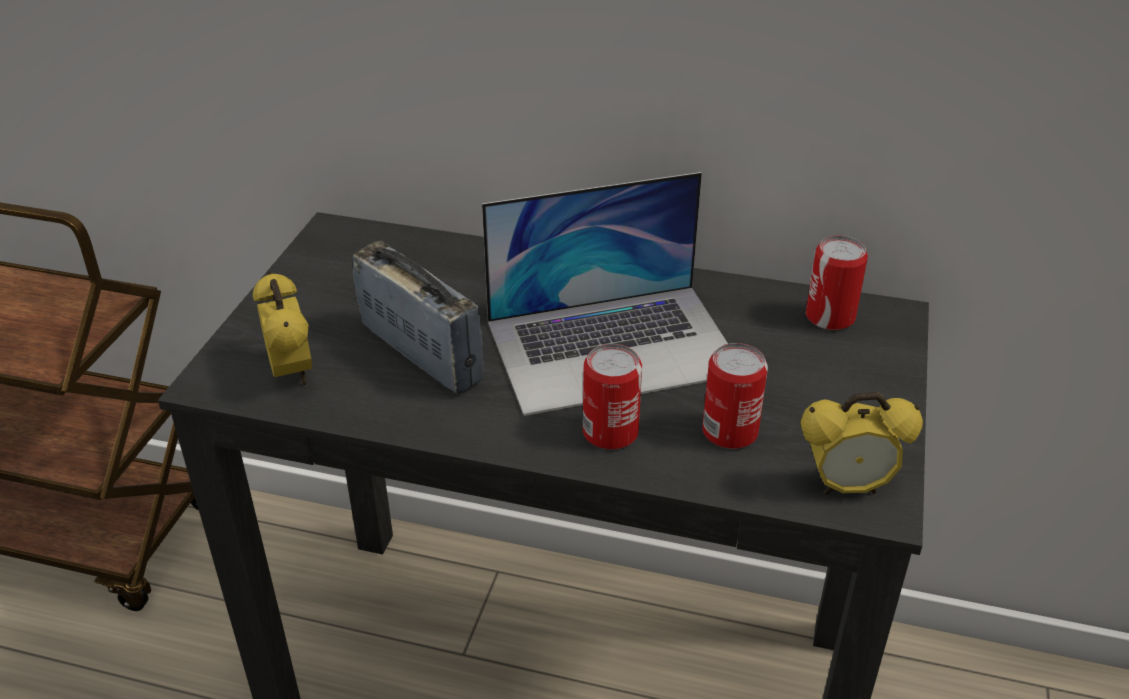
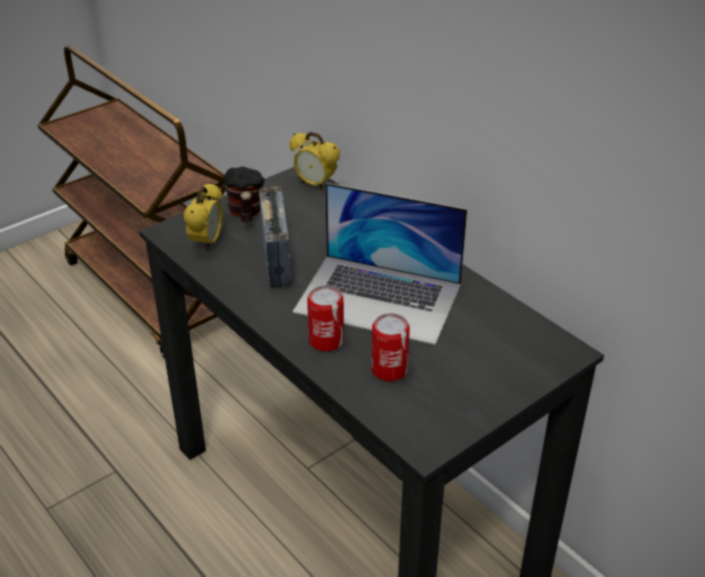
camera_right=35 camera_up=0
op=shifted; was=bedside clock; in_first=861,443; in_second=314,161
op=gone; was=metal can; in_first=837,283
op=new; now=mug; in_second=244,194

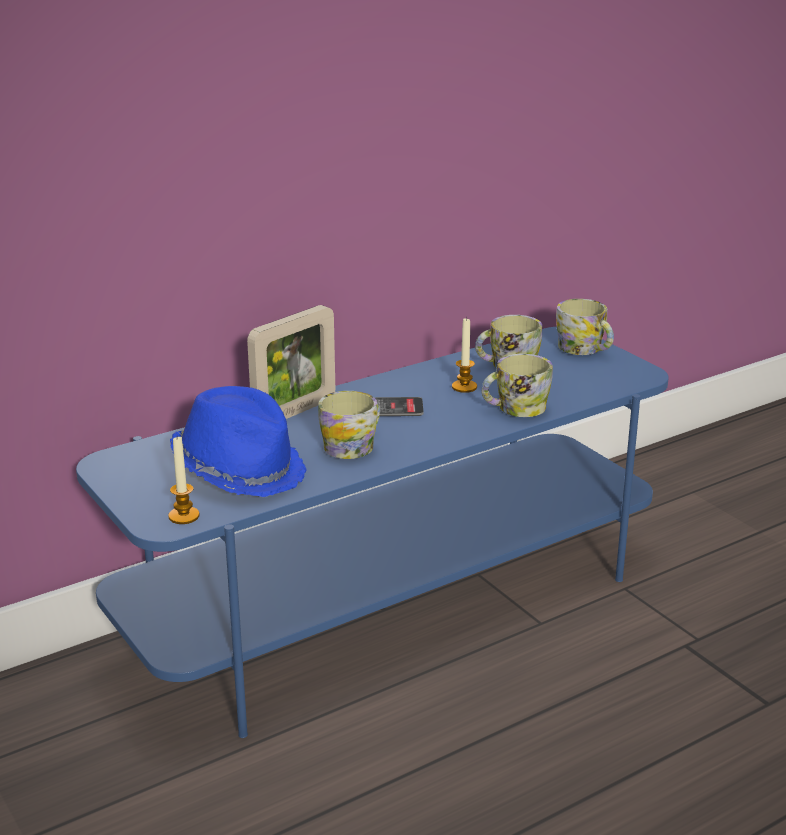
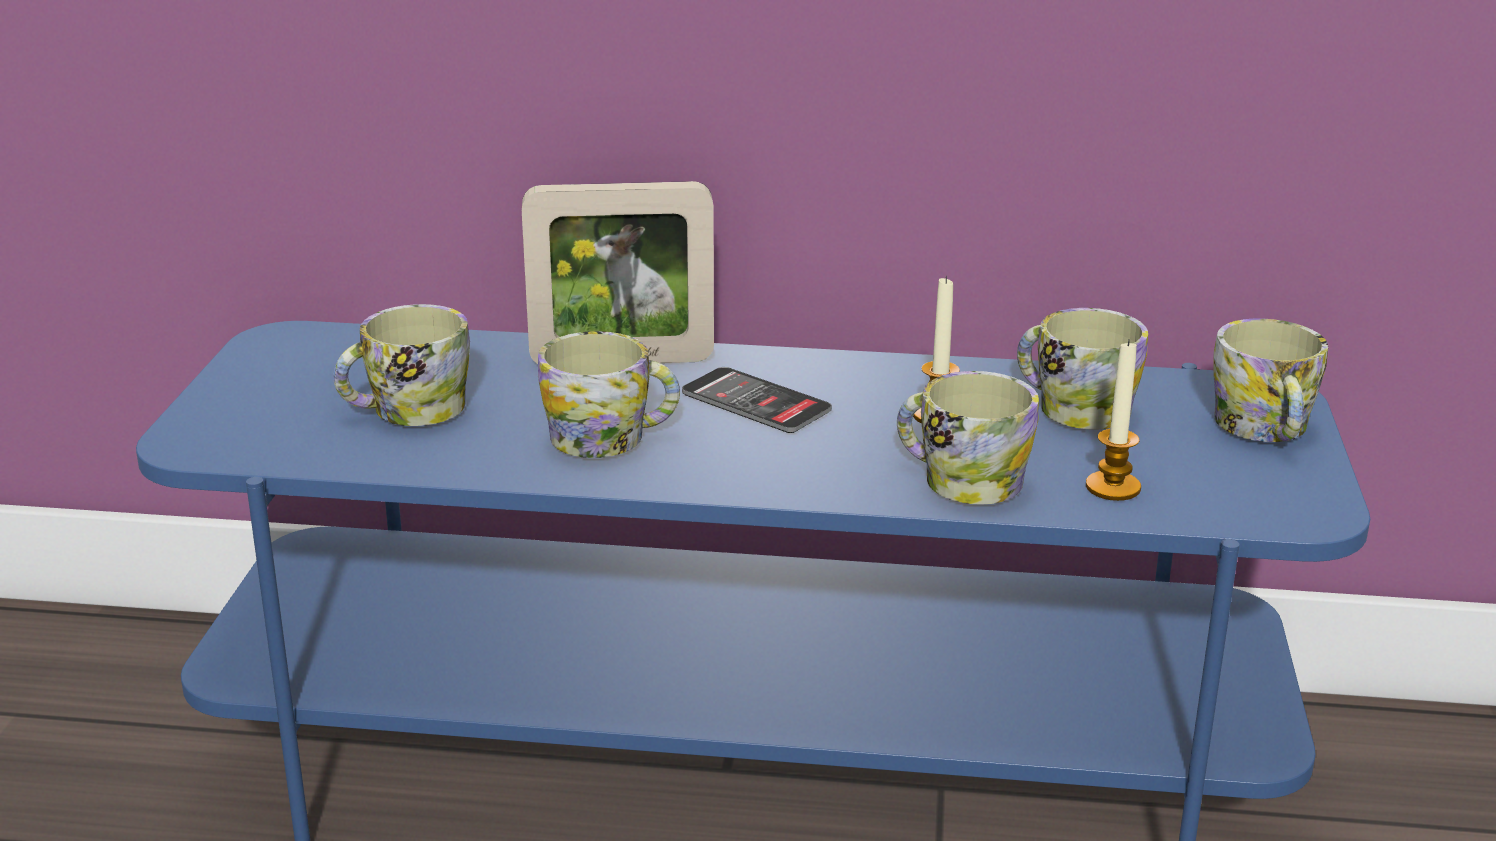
camera_right=40 camera_up=0
op=shifted; was=wax candle; in_first=184,480; in_second=1113,420
op=swapped; was=clothing hat (blue); now=mug; in_first=238,441; in_second=401,365

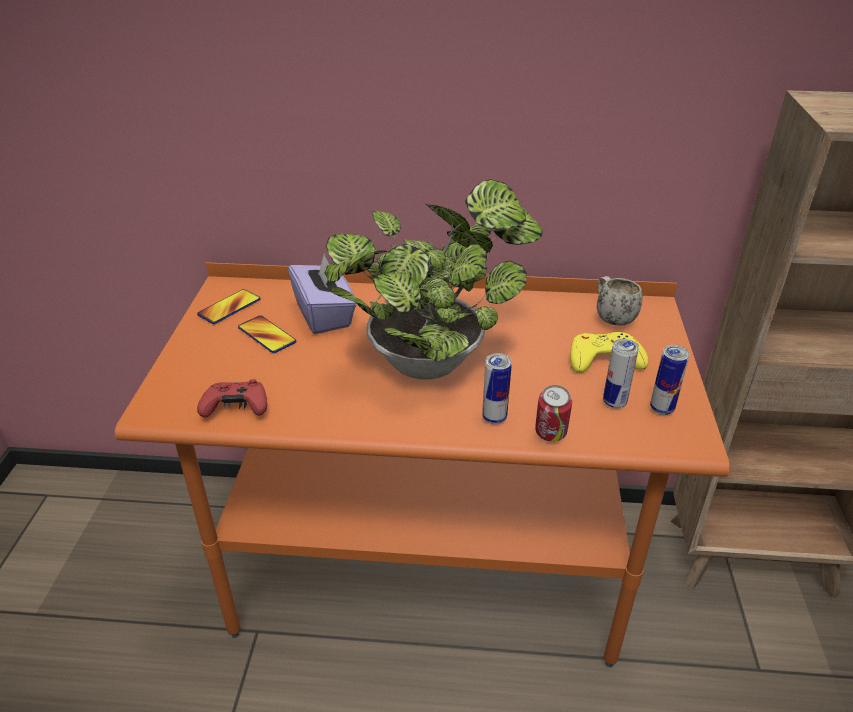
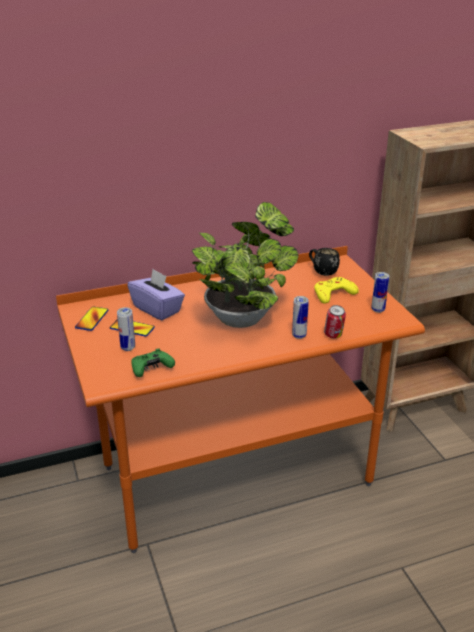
camera_right=-25 camera_up=-5
op=repainted; was=joypad (red-coloured); now=joypad (green); in_first=232,398; in_second=153,362
op=repainted; was=mug (whitish); now=mug (blackish); in_first=620,301; in_second=324,262
op=shifted; was=metal can; in_first=621,373; in_second=126,329

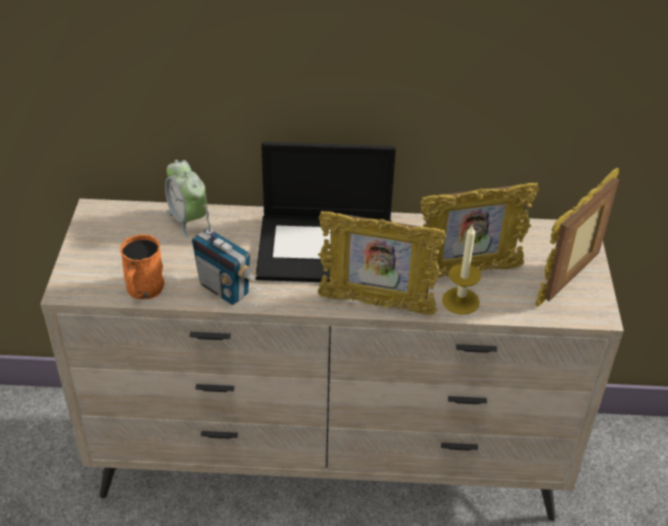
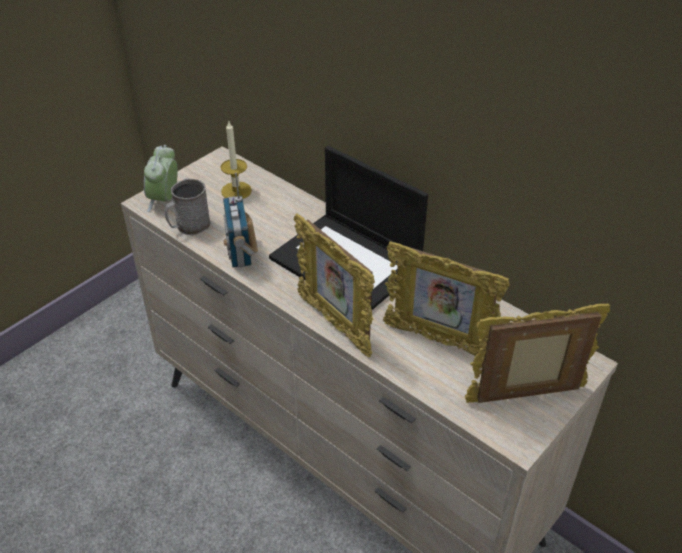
camera_right=40 camera_up=0
op=repainted; was=mug (orange); now=mug (gray); in_first=142,267; in_second=187,206
op=shifted; was=bedside clock; in_first=186,199; in_second=161,178
op=shifted; was=wax candle; in_first=461,269; in_second=236,160

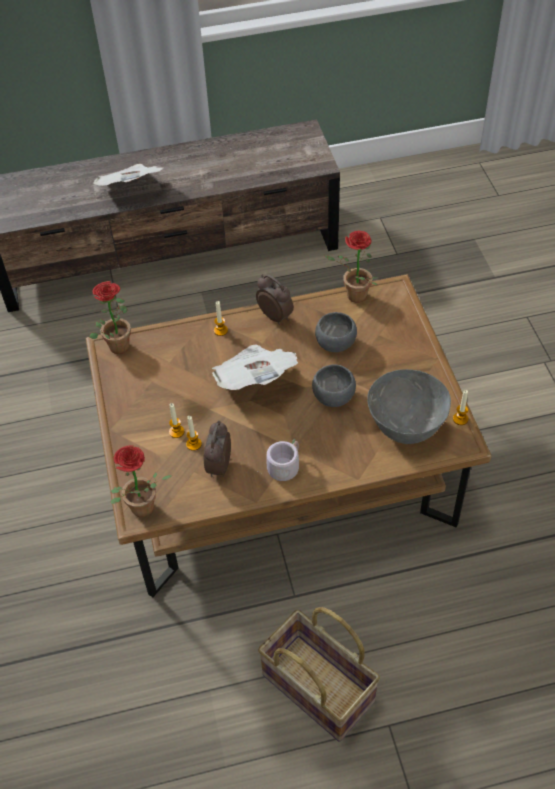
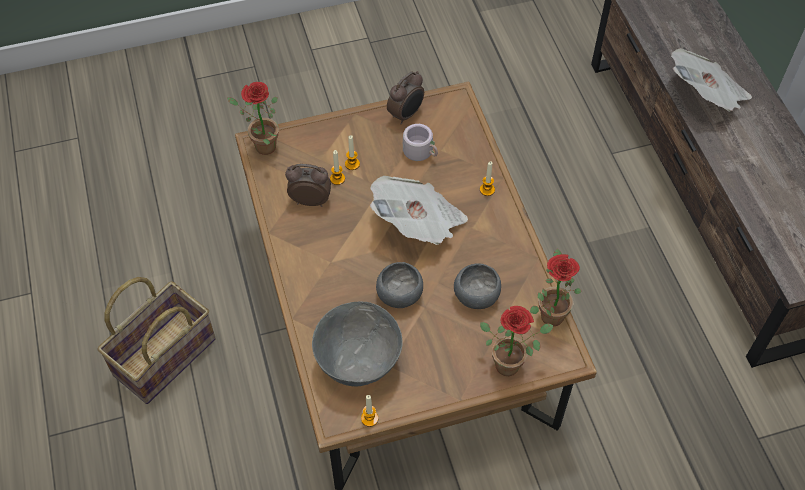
camera_right=85 camera_up=5
op=shifted; was=houseplant; in_first=110,317; in_second=517,341
op=shifted; was=bedside clock; in_first=275,300; in_second=405,97
op=shifted; was=mug (gray); in_first=280,459; in_second=420,142

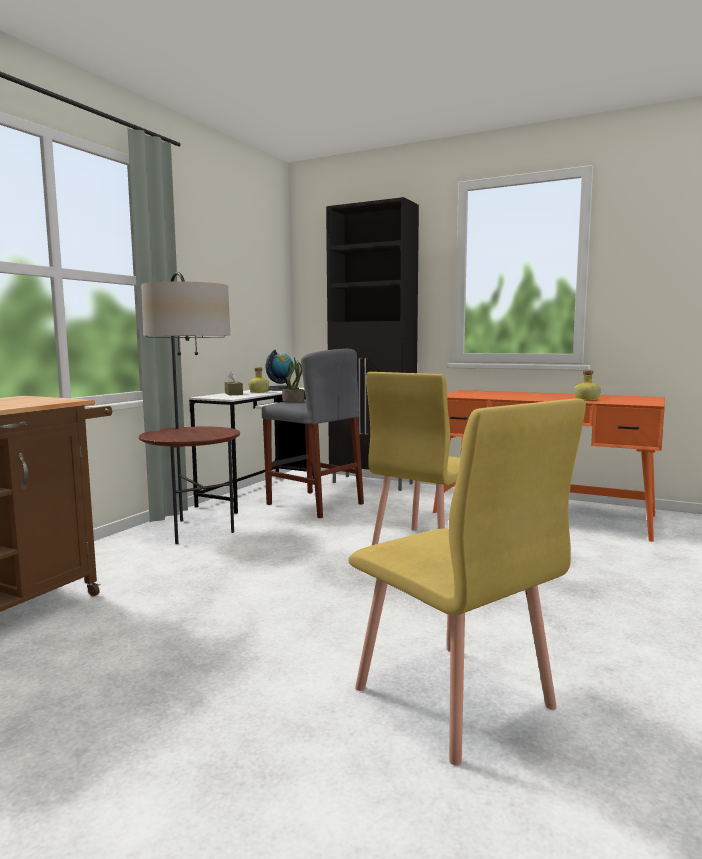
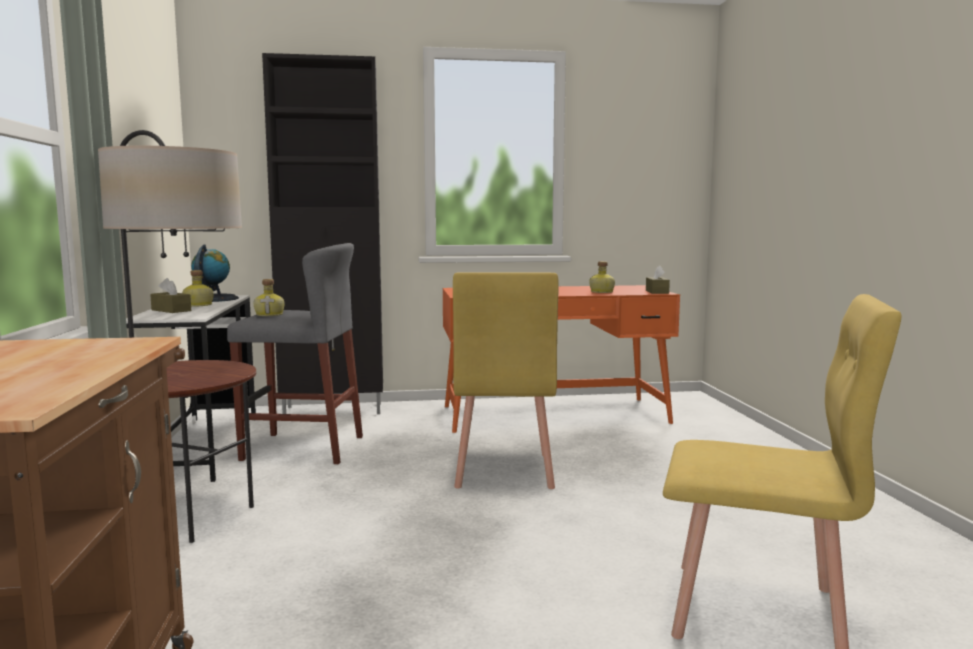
camera_right=-35 camera_up=0
op=swapped; was=houseplant; now=bottle; in_first=293,380; in_second=269,297
op=new; now=tissue box (brownish); in_second=658,279

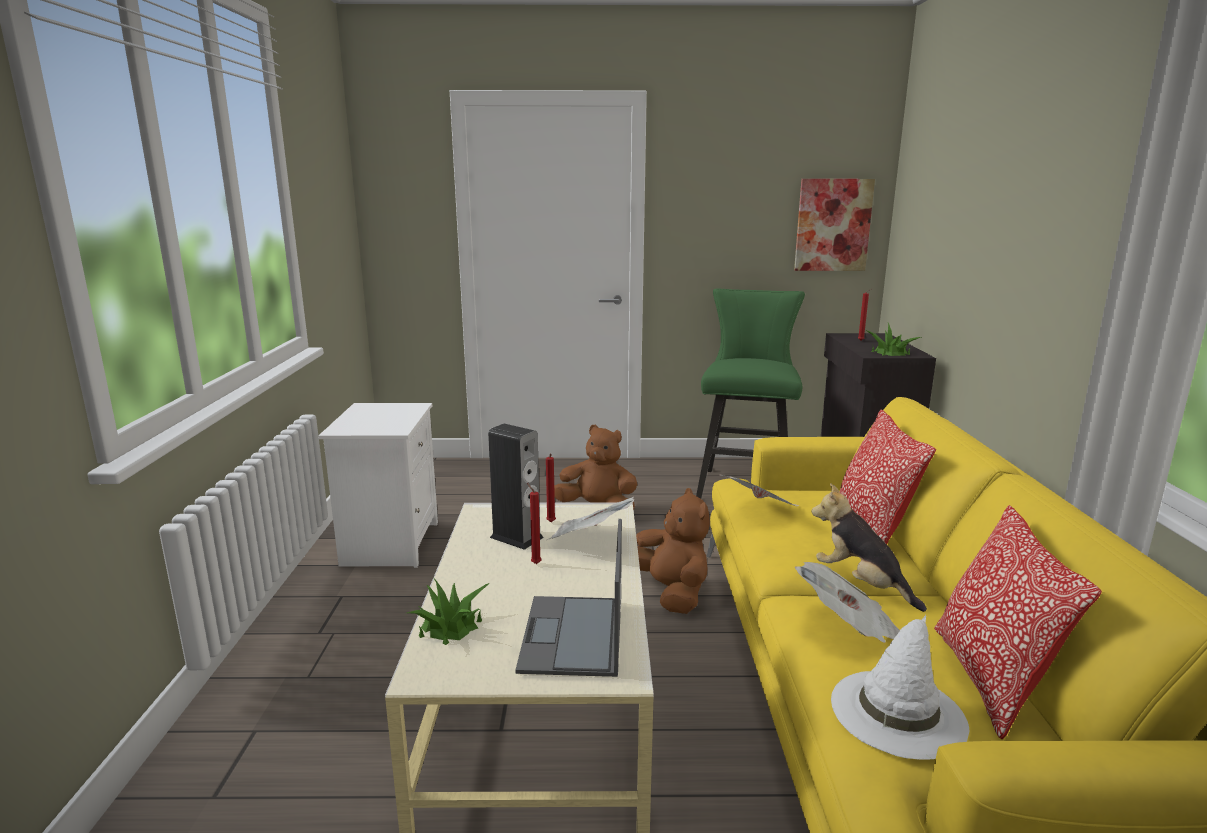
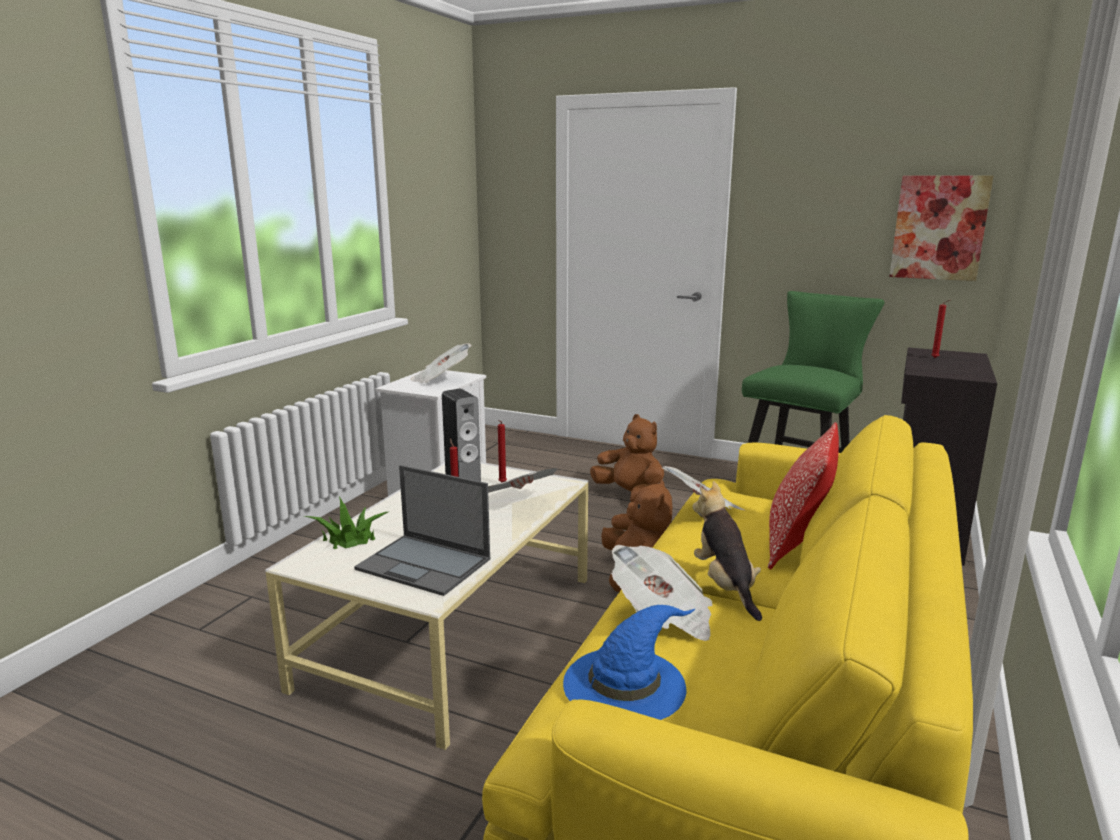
camera_right=25 camera_up=0
op=rotated; was=laptop; in_first=569,598; in_second=422,530; clockwise=-90
op=repainted; was=clothing hat (whitish); now=clothing hat (blue); in_first=900,687; in_second=629,662
op=gone; was=houseplant; in_first=893,339
op=gone; was=cushion; in_first=1018,622
op=new; now=daily paper; in_second=441,363

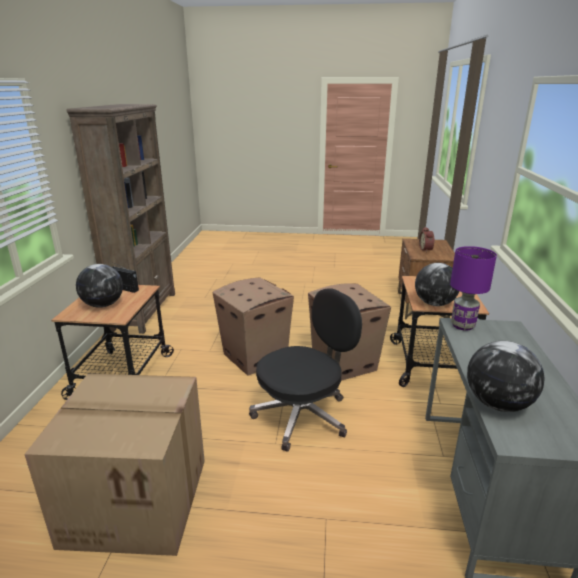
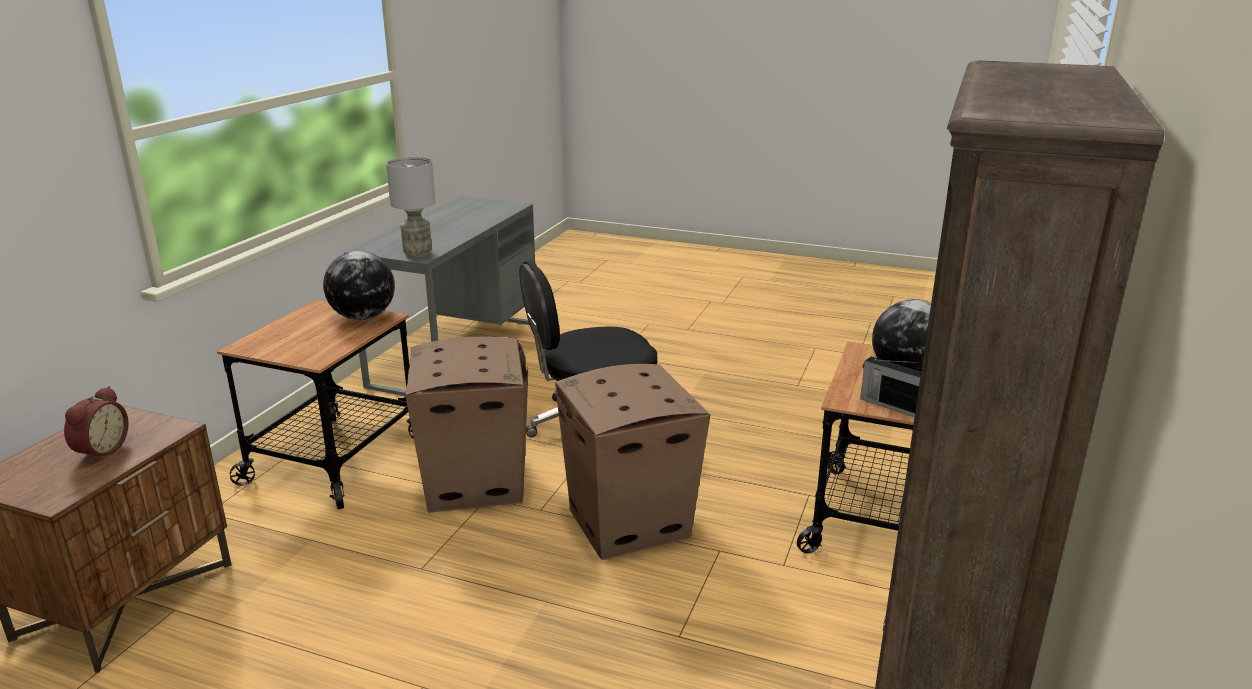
camera_right=-165 camera_up=0
op=gone; was=cardboard box; in_first=114,465
op=repainted; was=lamp for a table (purplish); now=lamp for a table (gray); in_first=473,288; in_second=411,207
op=gone; was=desk globe; in_first=506,376

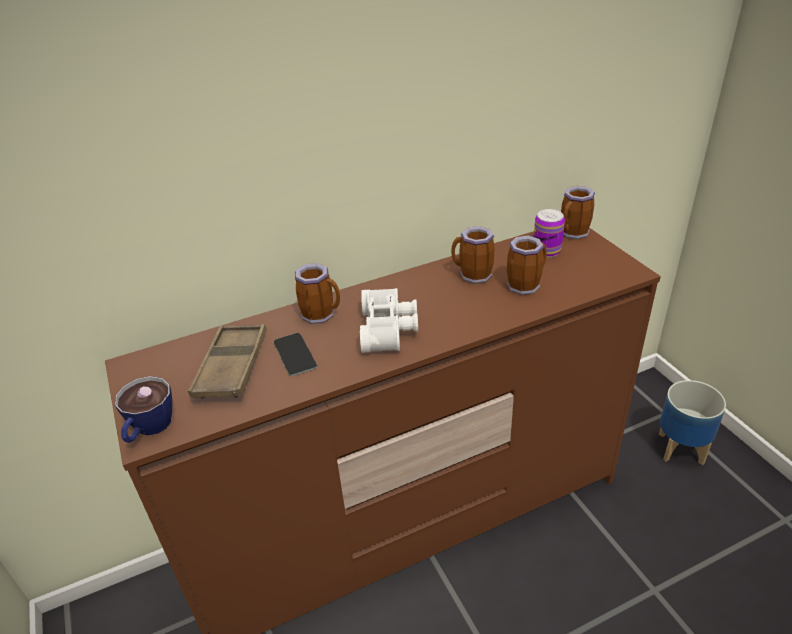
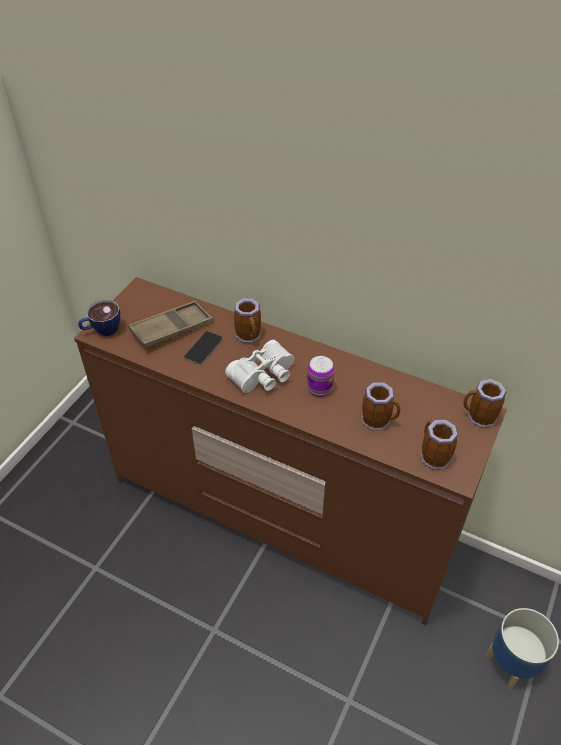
camera_right=50 camera_up=10
op=shifted; was=mug; in_first=473,255; in_second=439,444
op=shifted; was=metal can; in_first=549,233; in_second=320,376

